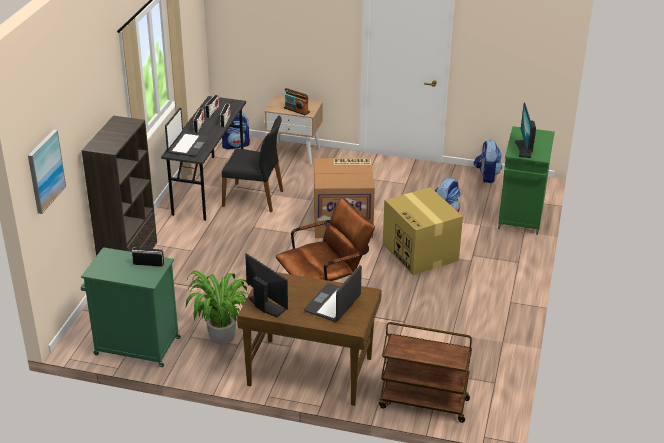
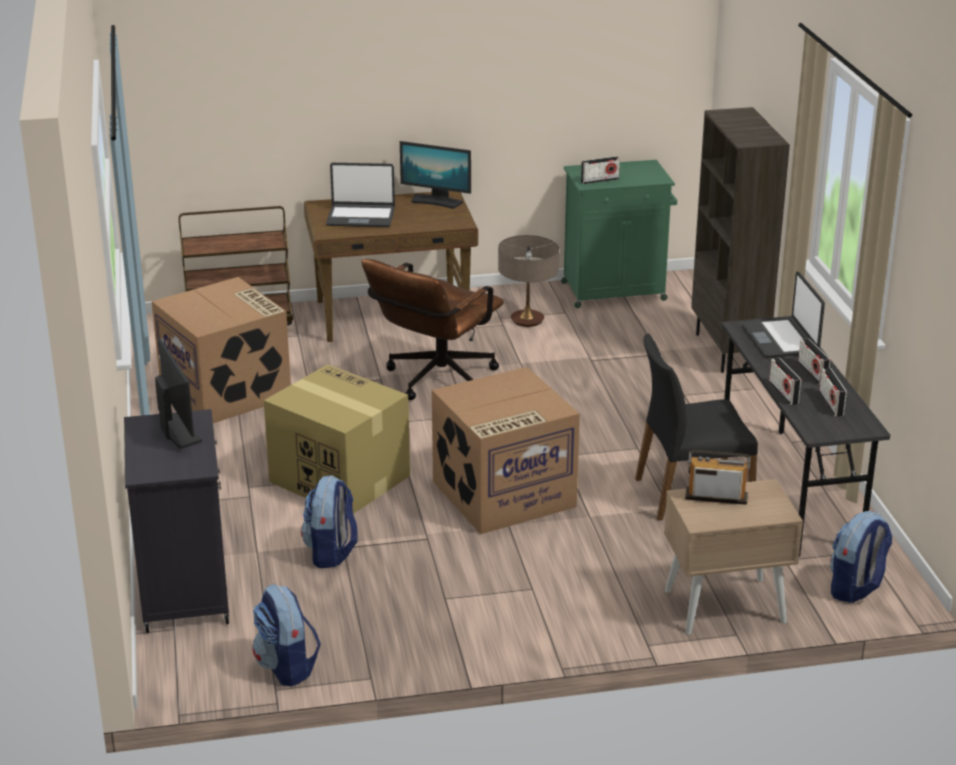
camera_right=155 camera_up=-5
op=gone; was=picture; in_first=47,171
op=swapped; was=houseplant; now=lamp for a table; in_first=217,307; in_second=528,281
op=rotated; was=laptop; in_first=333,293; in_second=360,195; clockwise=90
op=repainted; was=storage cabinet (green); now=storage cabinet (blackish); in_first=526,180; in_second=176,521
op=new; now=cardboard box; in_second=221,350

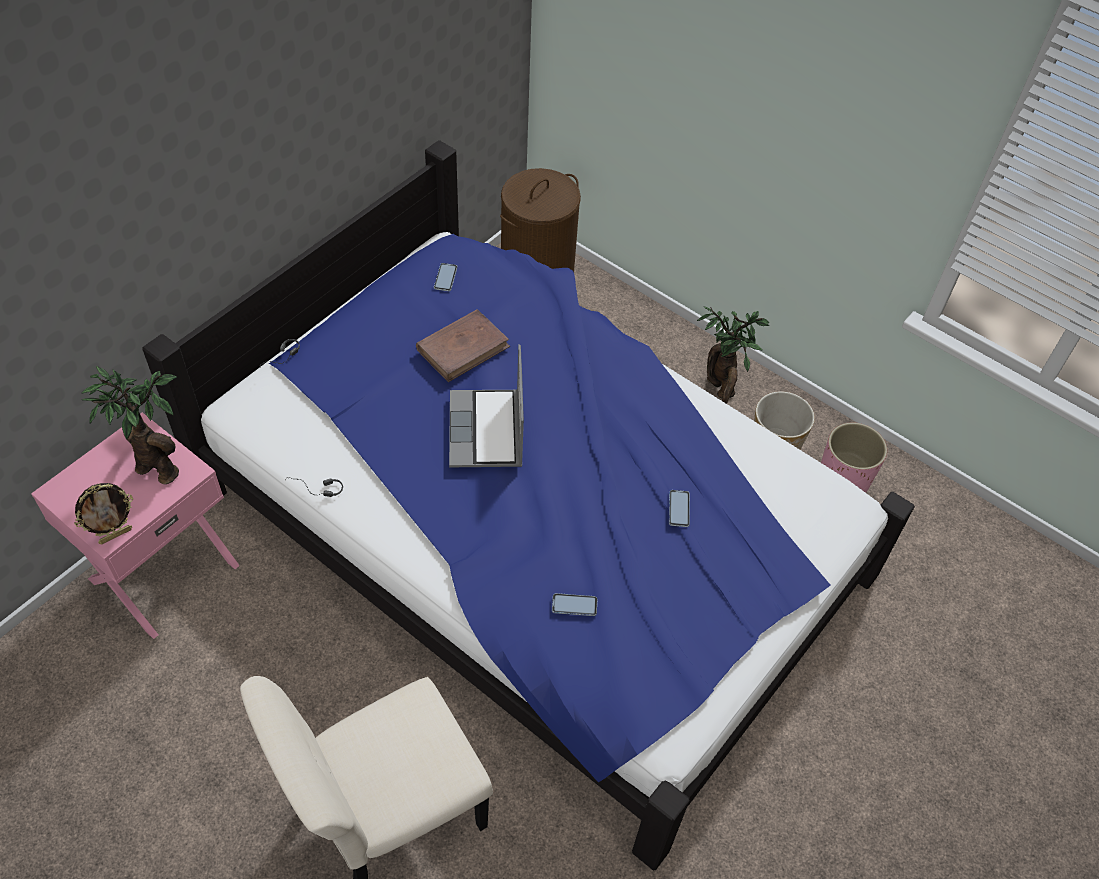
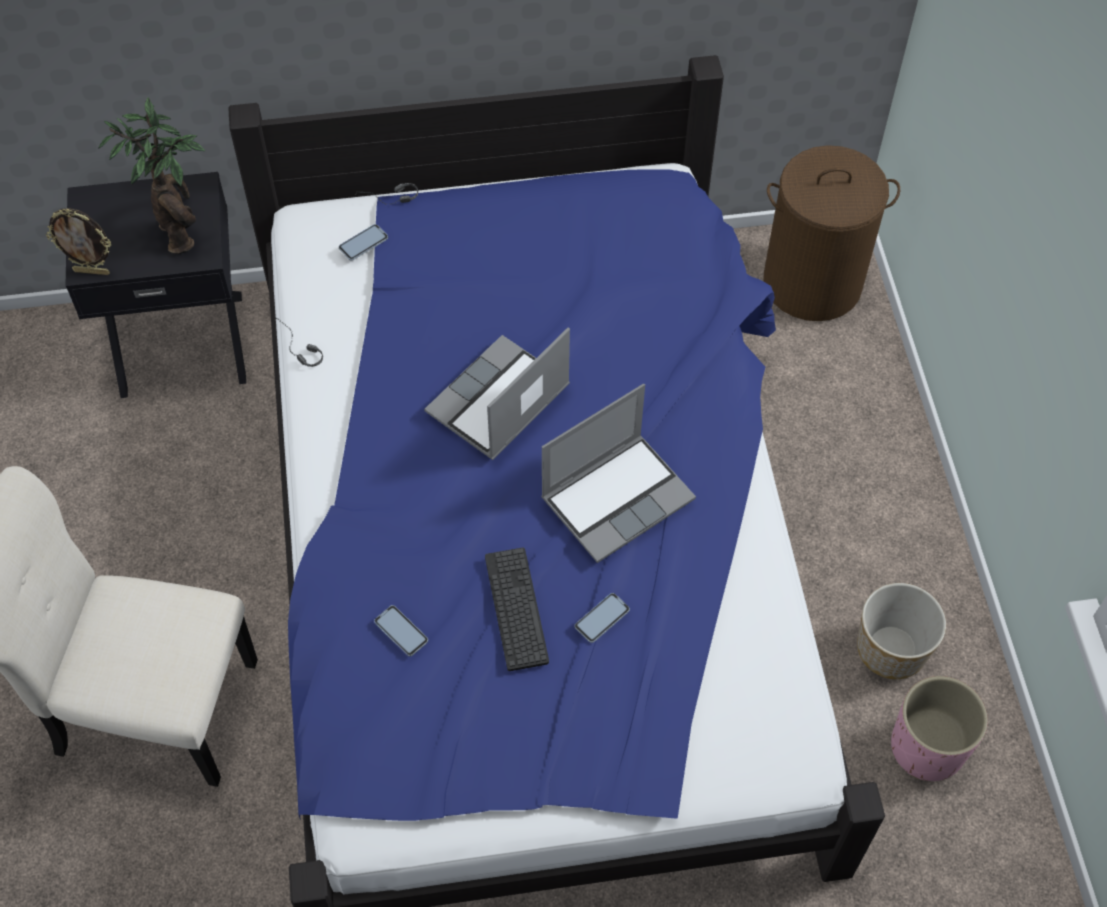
camera_right=45 camera_up=5
op=repainted; was=night table (pink-coloured); now=night table (blackish); in_first=135,525; in_second=156,285
op=gone; was=book (brownish); in_first=463,345
op=shifted; was=phone; in_first=446,277; in_second=363,242
op=gone; was=houseplant; in_first=733,355
op=new; now=PC keyboard; in_second=517,609
op=new; now=laptop; in_second=618,473

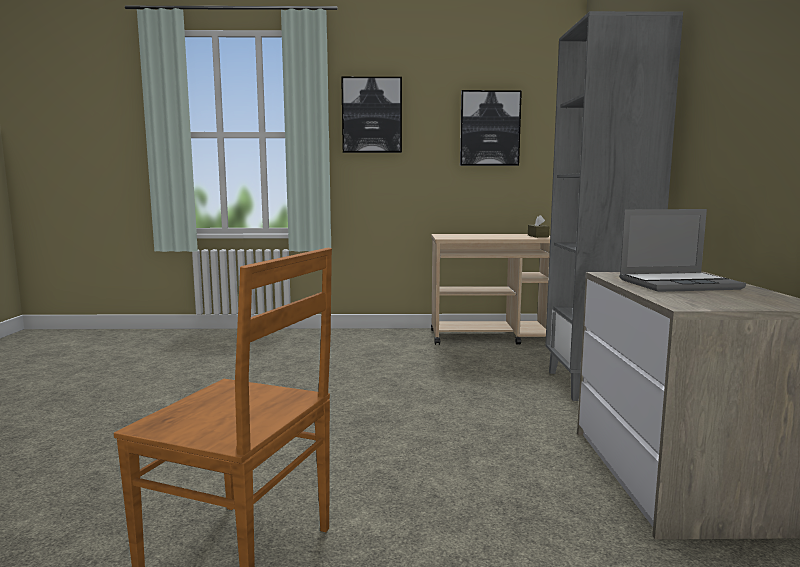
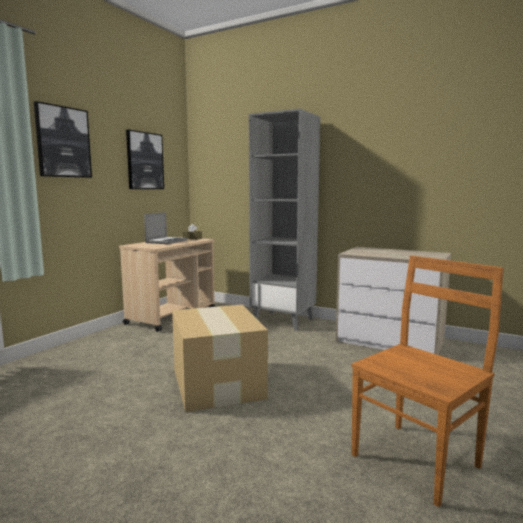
camera_right=-60 camera_up=0
op=shifted; was=laptop; in_first=682,250; in_second=166,228
op=new; now=cardboard box; in_second=220,358

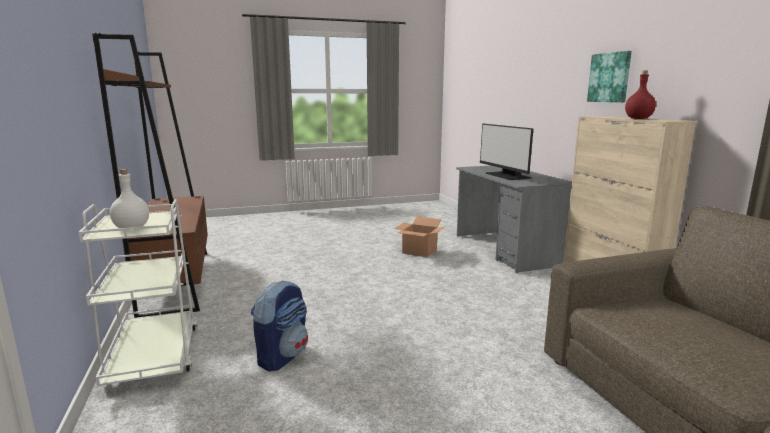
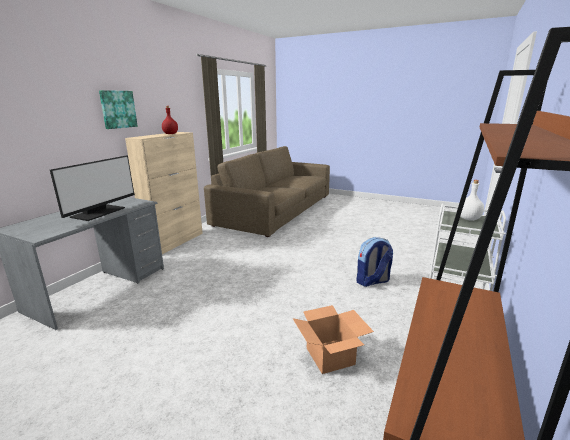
camera_right=-135 camera_up=5
op=shifted; was=cardboard box; in_first=420,237; in_second=333,339

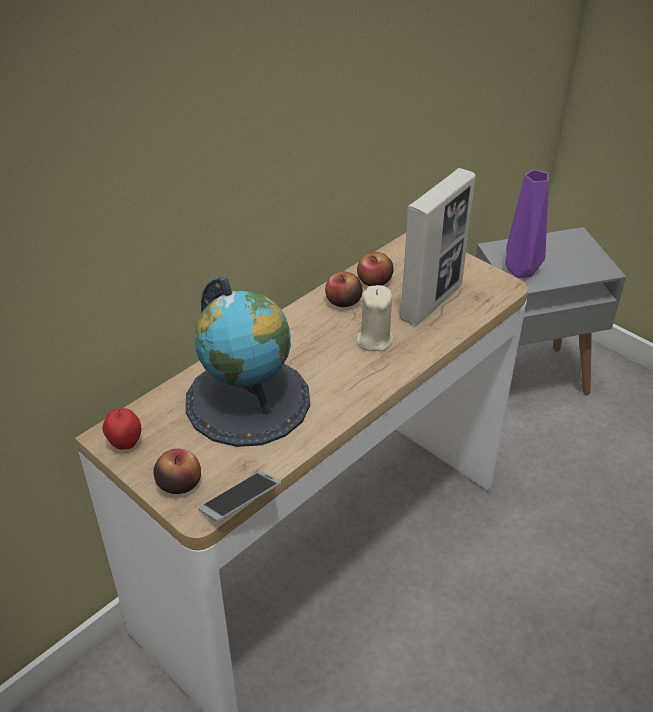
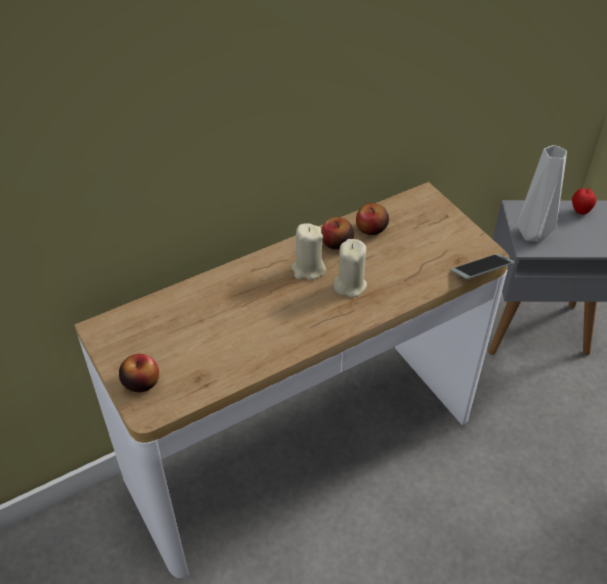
camera_right=15 camera_up=5
op=shifted; was=apple; in_first=121,428; in_second=584,201
op=gone; was=desk globe; in_first=247,362
op=shifted; was=phone; in_first=240,496; in_second=483,266
op=gone; was=picture frame; in_first=438,247
op=repainted; was=decorative vase (purplish); now=decorative vase (gray); in_first=527,224; in_second=542,193
op=new; now=wax candle (beige); in_second=308,251

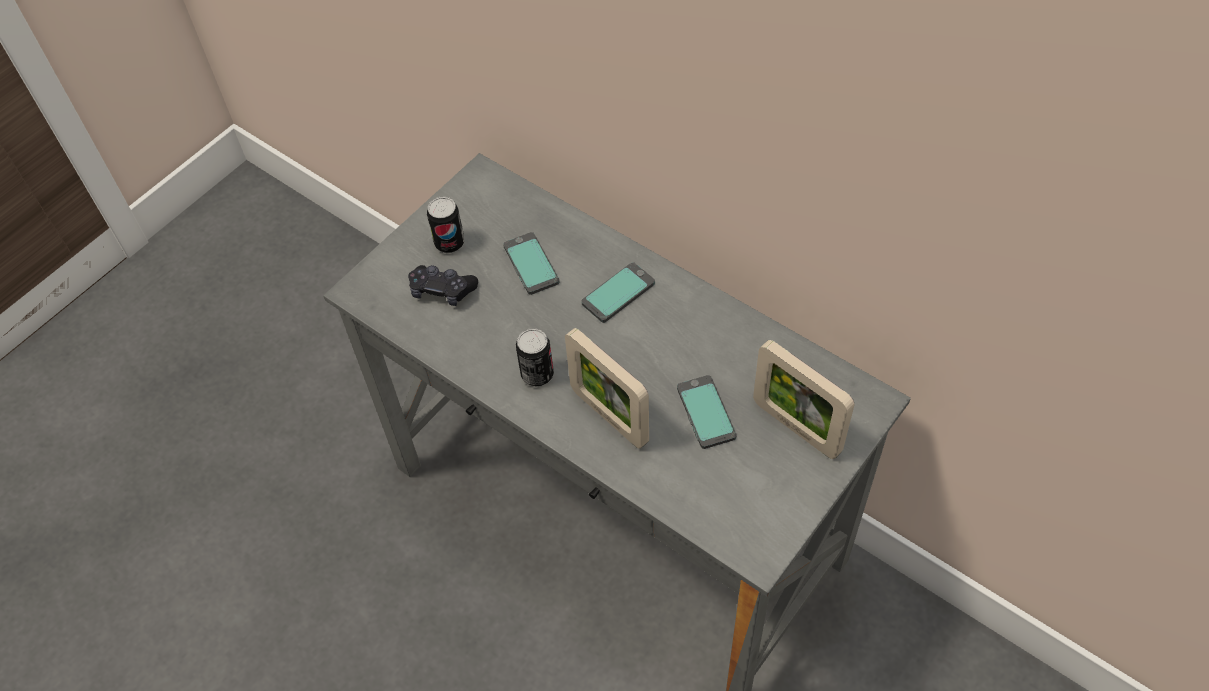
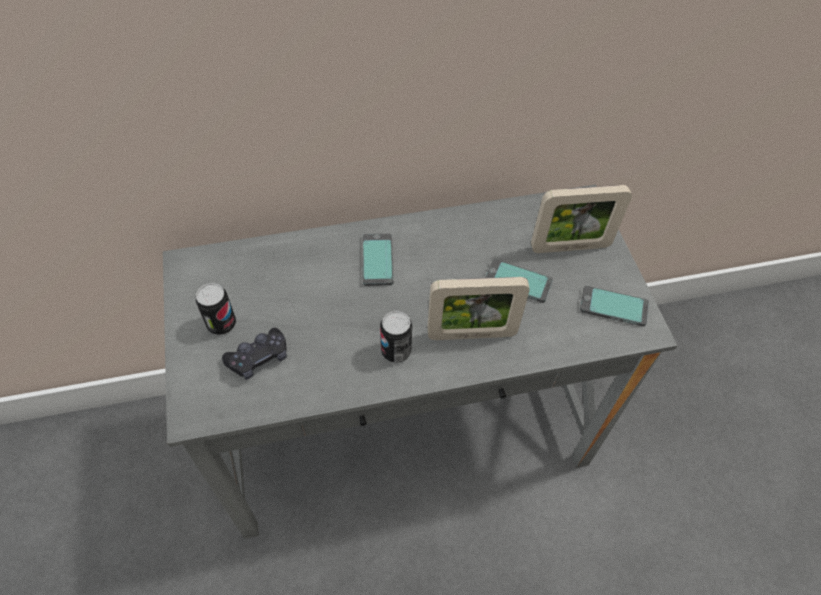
camera_right=-55 camera_up=0
op=shifted; was=phone; in_first=531,263; in_second=614,306

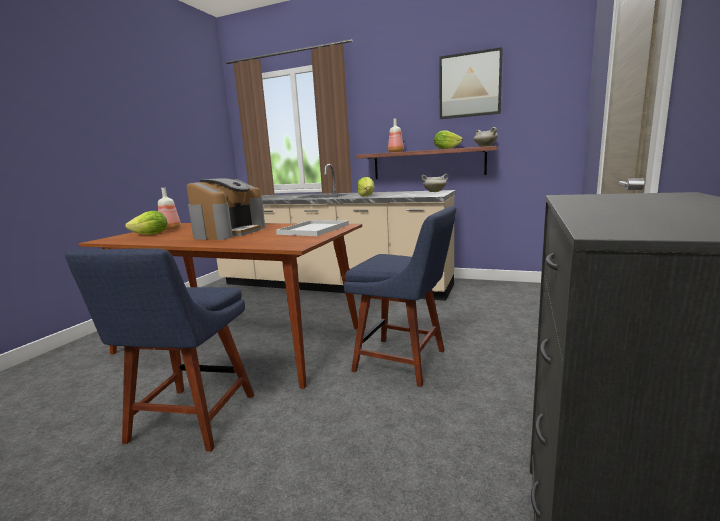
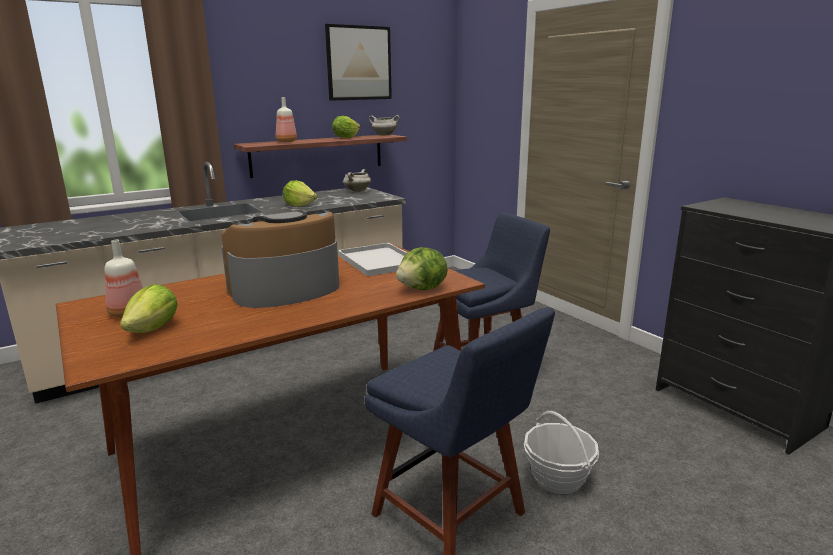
camera_right=-55 camera_up=5
op=rotated; was=coffee brewer; in_first=226,209; in_second=280,259; clockwise=-90
op=new; now=head of lettuce; in_second=422,268
op=new; now=household basket; in_second=561,452

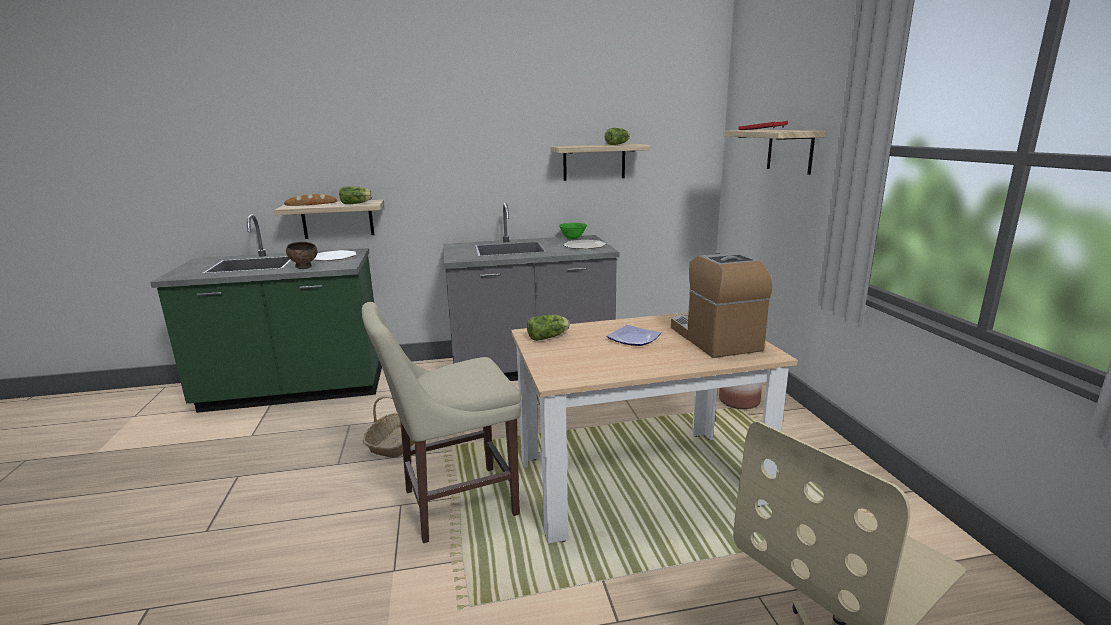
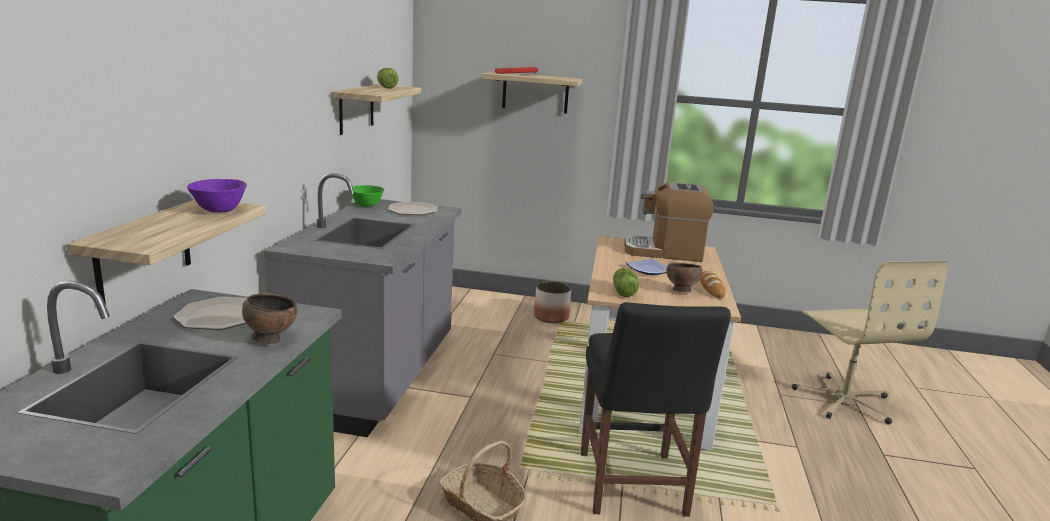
camera_right=-70 camera_up=0
op=shifted; was=baked bread; in_first=310,200; in_second=713,285
op=swapped; was=head of lettuce; now=bowl (purplish); in_first=356,195; in_second=217,196
op=repainted; was=upright chair (beige); now=upright chair (blackish); in_first=441,422; in_second=656,409
op=new; now=bowl (brownish); in_second=684,277

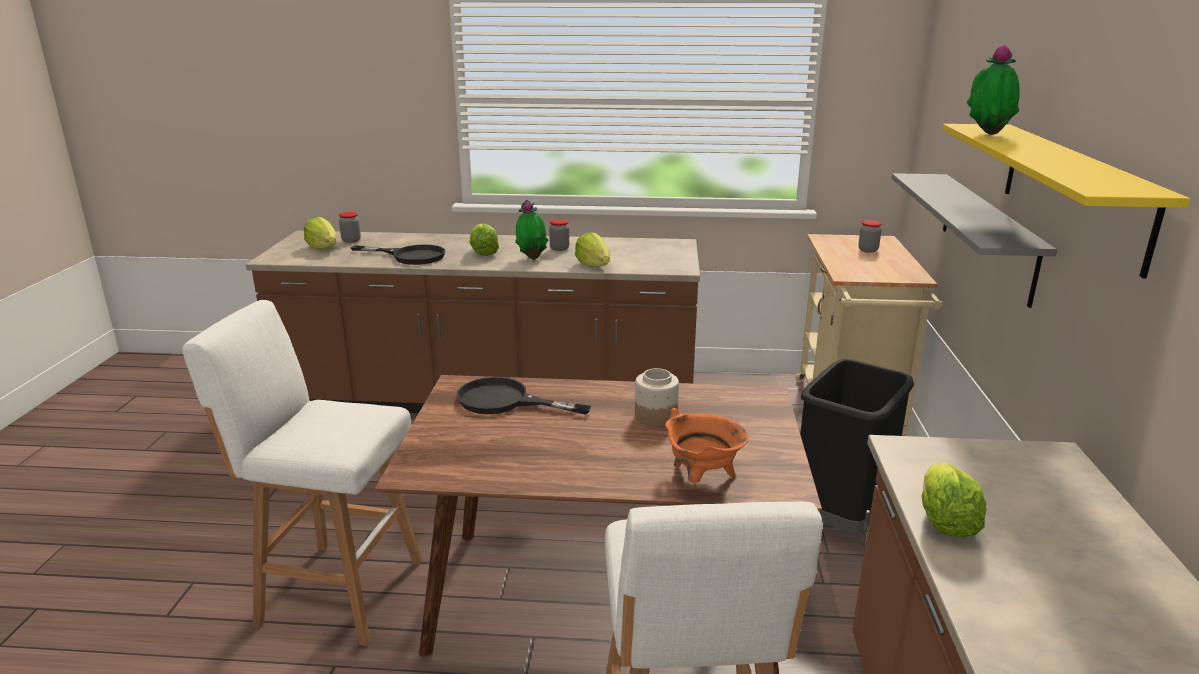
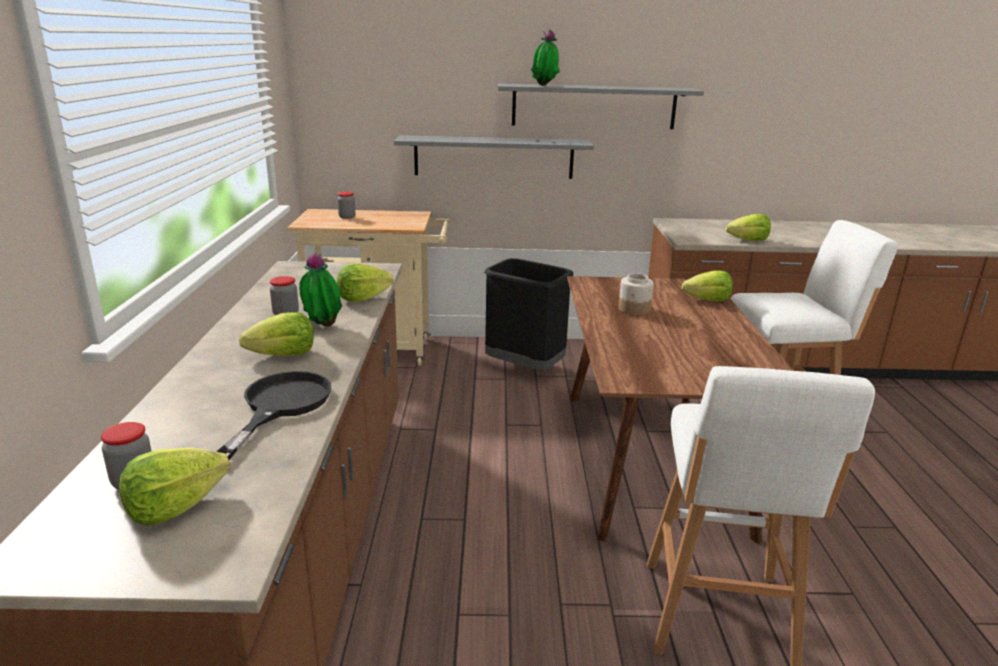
camera_right=-95 camera_up=0
op=gone; was=frying pan (blackish); in_first=524,396
op=swapped; was=saucepot (orange); now=head of lettuce; in_first=707,445; in_second=707,285
op=repainted; was=shelf (yellow); now=shelf (gray); in_first=1066,201; in_second=601,106

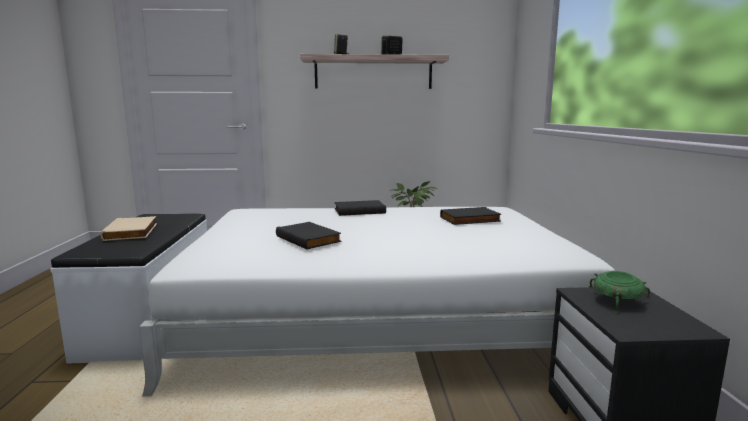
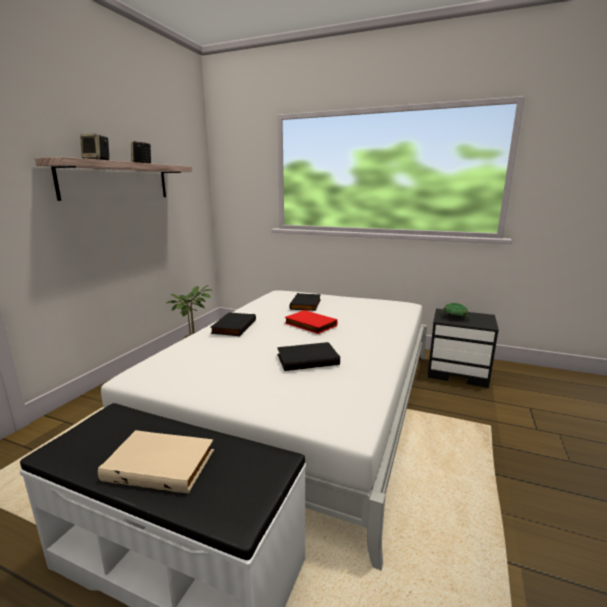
camera_right=-65 camera_up=5
op=new; now=book (red-coloured); in_second=311,322

